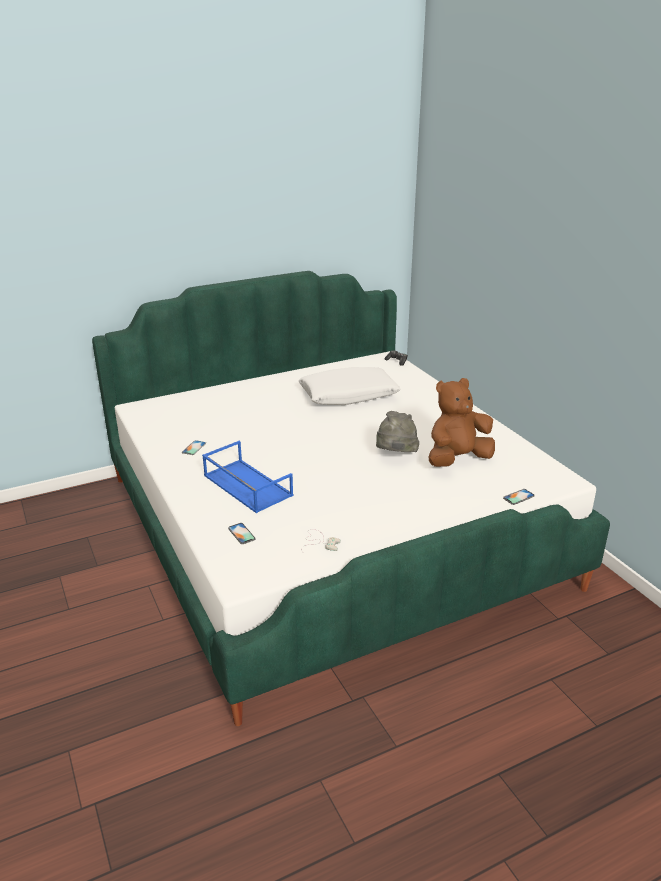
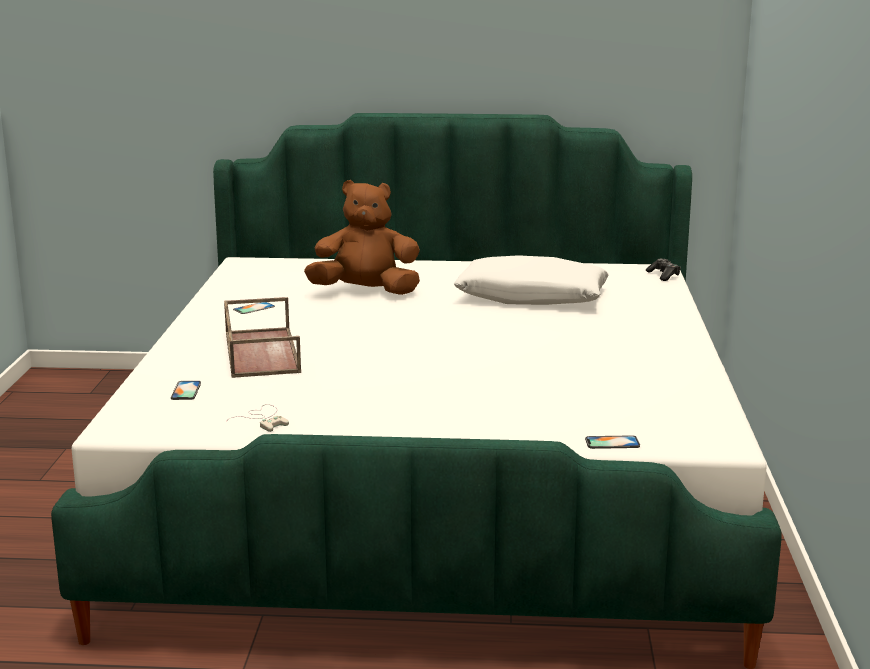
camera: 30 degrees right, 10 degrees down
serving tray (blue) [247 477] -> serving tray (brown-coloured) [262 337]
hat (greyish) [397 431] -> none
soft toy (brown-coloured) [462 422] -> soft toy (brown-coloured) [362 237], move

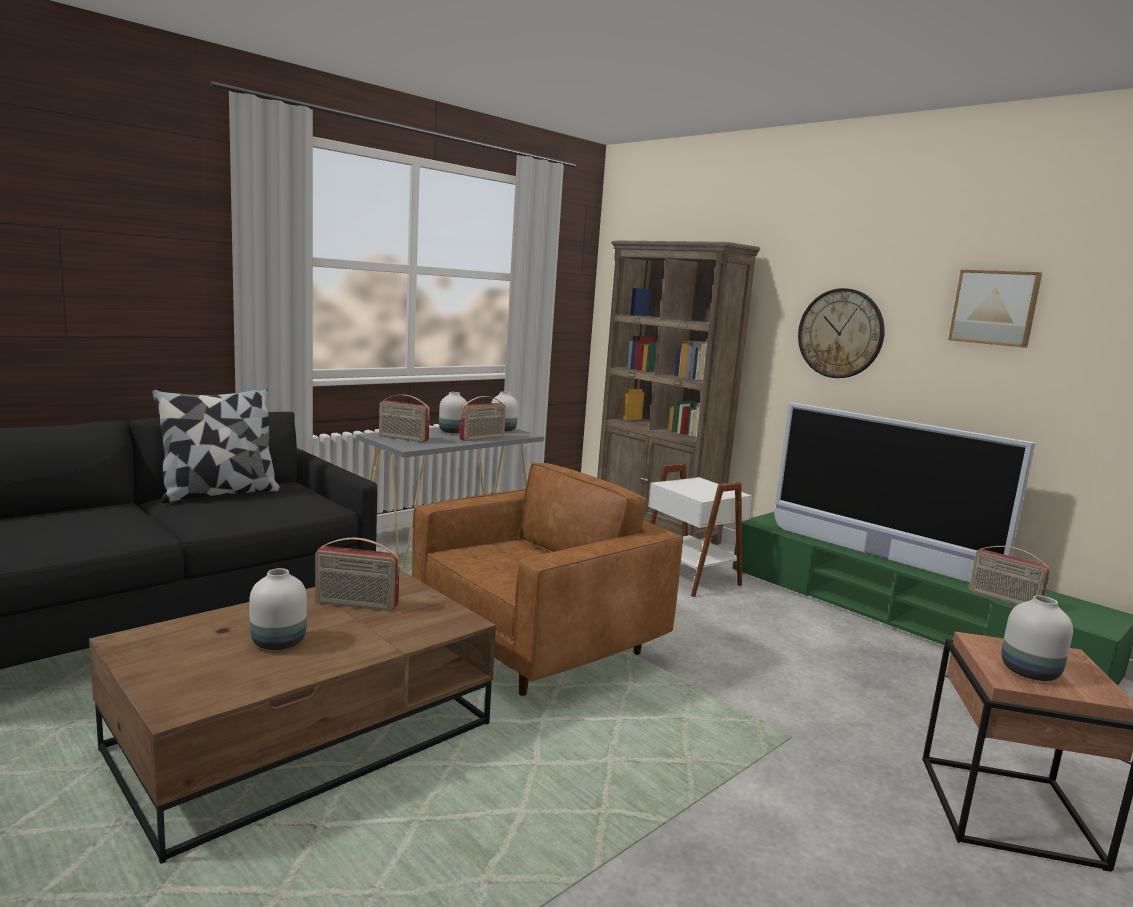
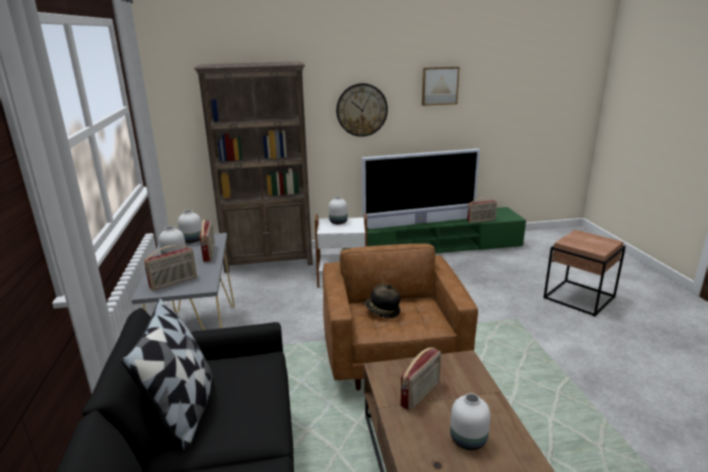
camera: 55 degrees left, 10 degrees up
vase (white-coloured) [1037 638] -> vase (white-coloured) [338 210], move
none -> hat [382 301]

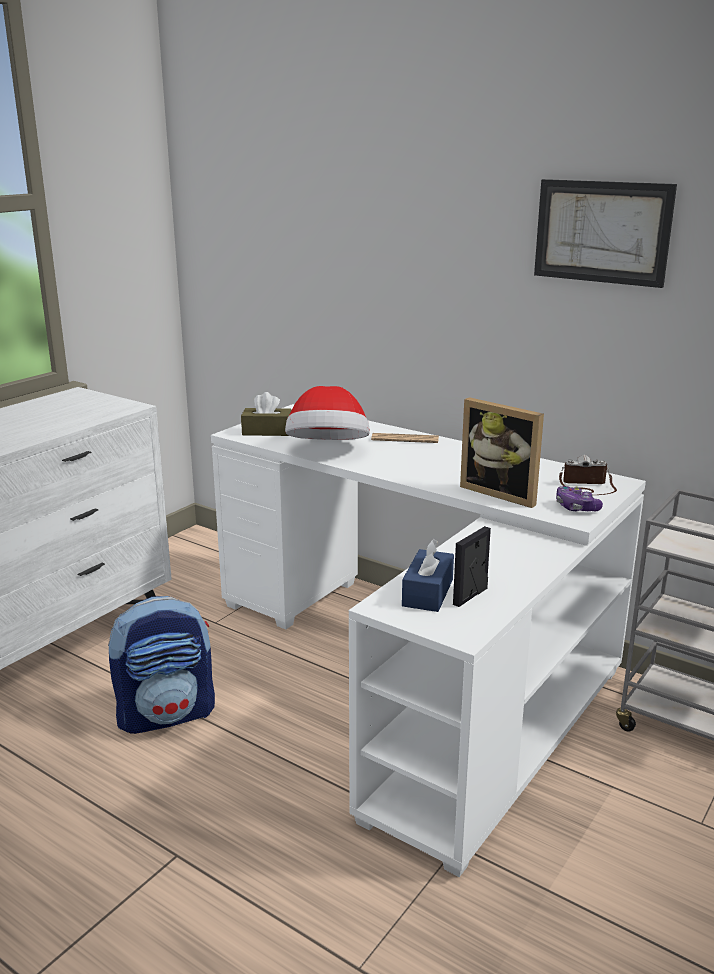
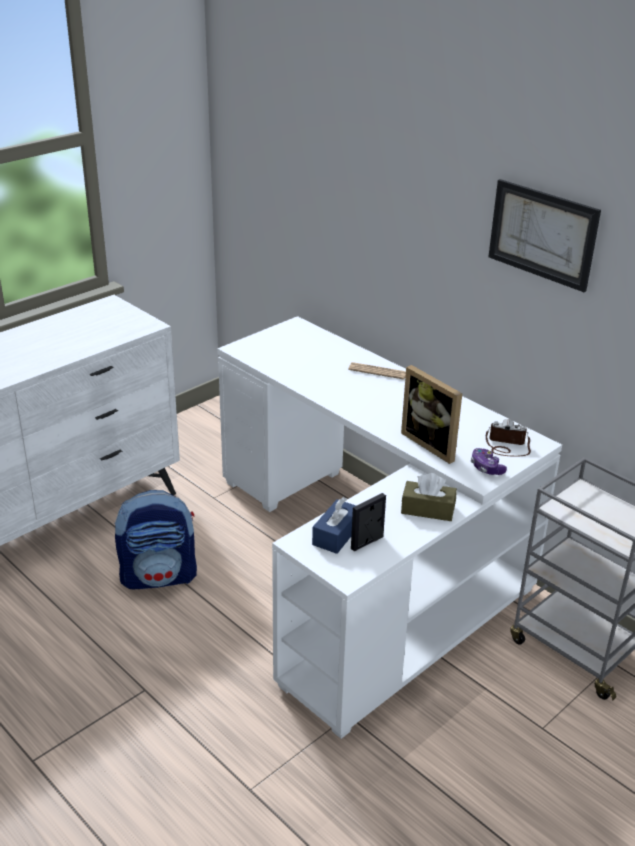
camera: 10 degrees right, 10 degrees up
tissue holder (brown-coloured) [266 414] -> tissue holder (brown-coloured) [429 497], move
hat [327 413] -> none

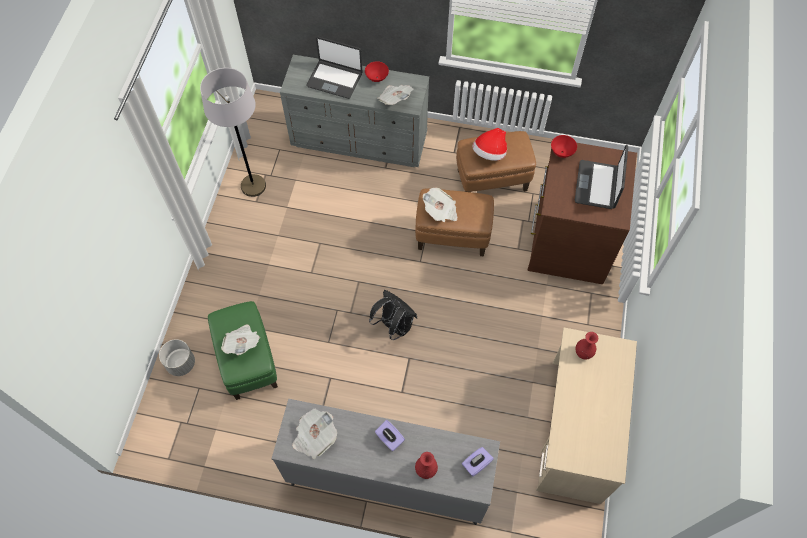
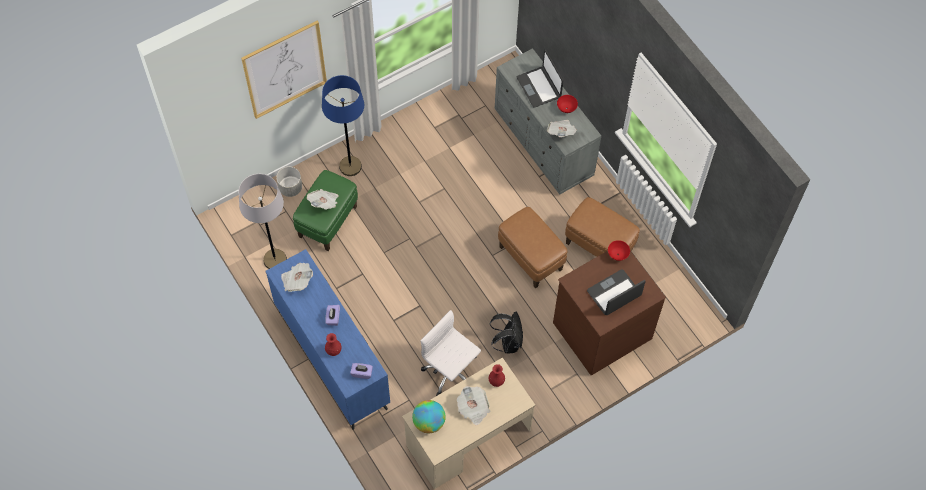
camera: 45 degrees right, 0 degrees up
floor lamp (greyish) [233 132] -> floor lamp (greyish) [263 221], move
dresser (greyish) [385 462] -> dresser (blue) [328 339]
backpack (black) [393 315] -> backpack (black) [506 332], move
daily paper [440 205] -> daily paper [473 405], move
hat [490 144] -> none
none -> picture [284 70]
none -> floor lamp (blue) [343 125]
none -> world globe [429 416]
none -> computer chair (white-coloured) [451 353]

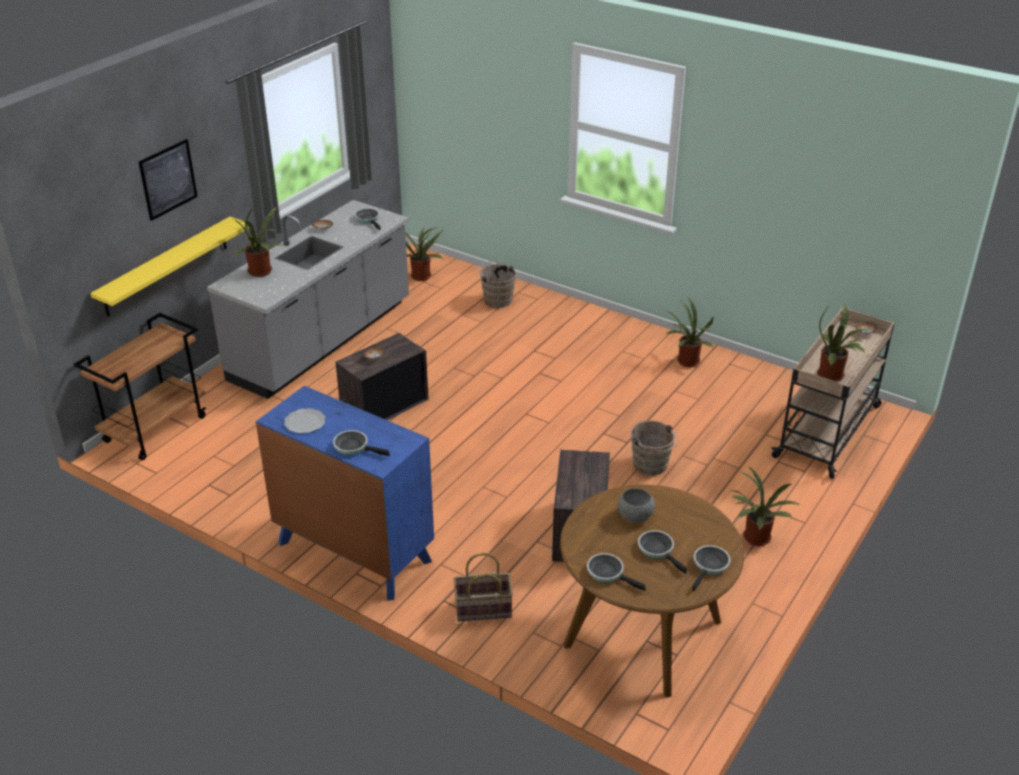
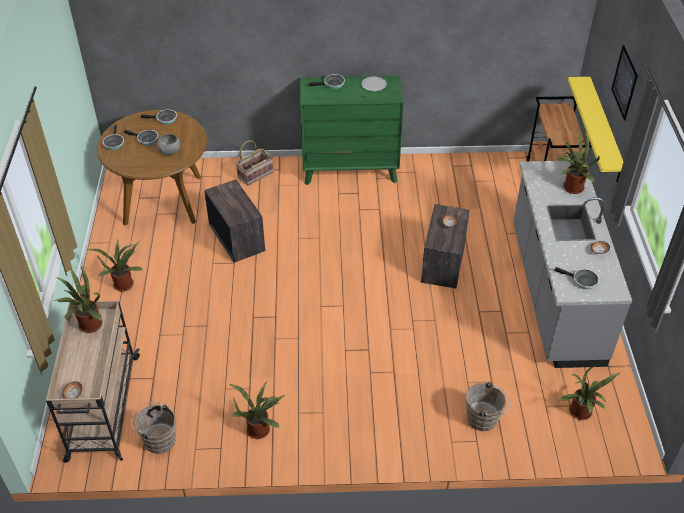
camera: 145 degrees right, 10 degrees up
dresser (blue) [345 493] -> dresser (green) [351 130]
bucket (brown-coloured) [654 448] -> bucket (brown-coloured) [153 428], move

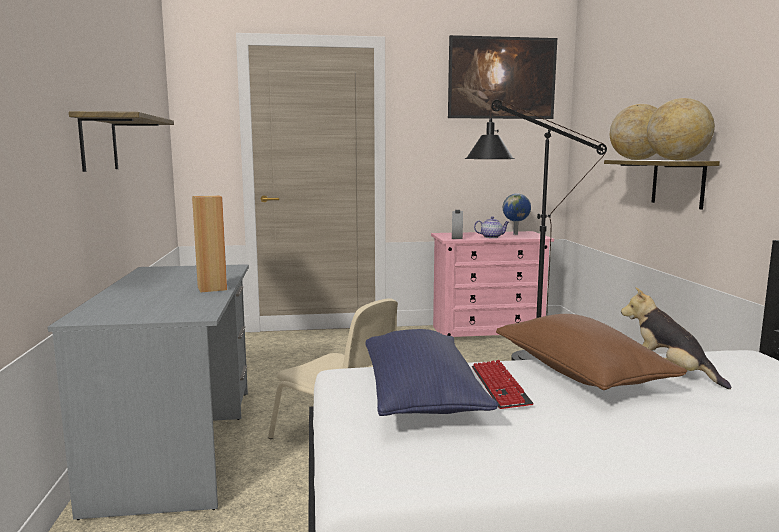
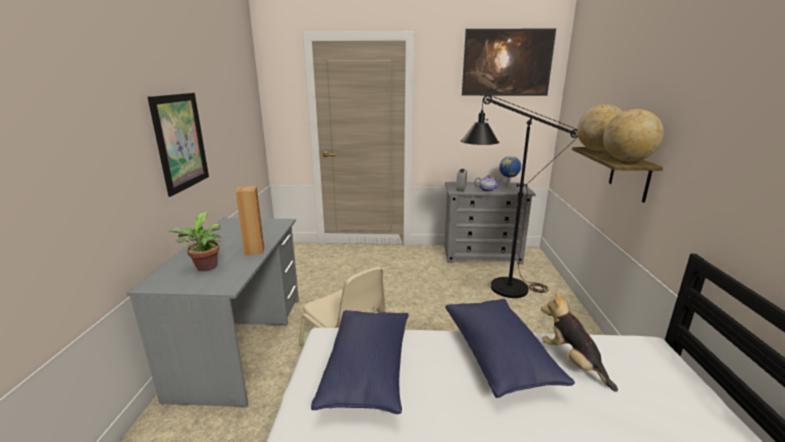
camera: 10 degrees right, 10 degrees up
bracket shelf [121 141] -> picture [178 145]
dresser (pink) [492 284] -> dresser (greyish) [490 223]
computer keyboard [503 384] -> none
pillow (brown-coloured) [591 352] -> pillow (blue) [510 348]
none -> houseplant [194 241]

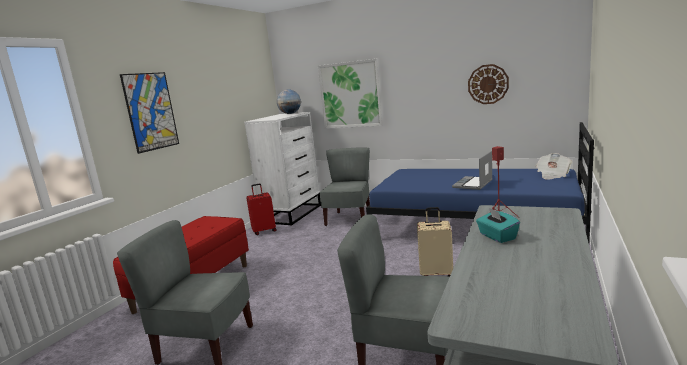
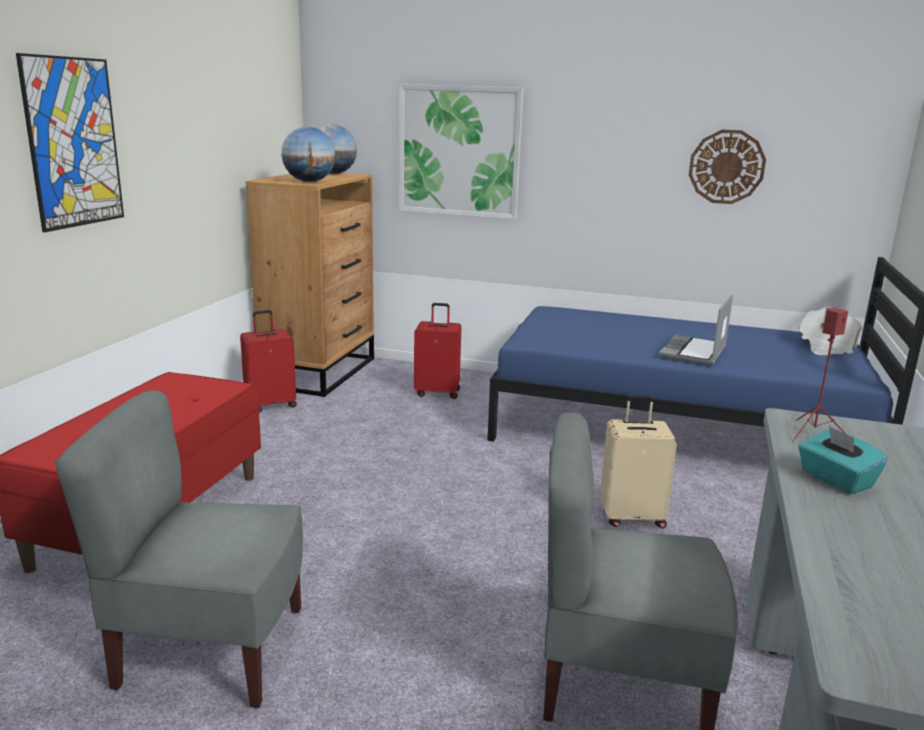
camera: 10 degrees left, 5 degrees up
dresser (white-coloured) [282 169] -> dresser (brown-coloured) [310 285]
chair (greyish) [345 186] -> suitcase (red) [437 351]
none -> world globe [308 154]

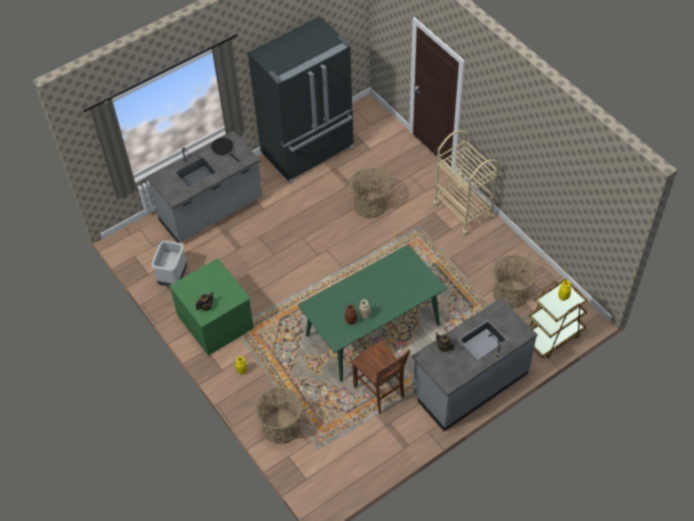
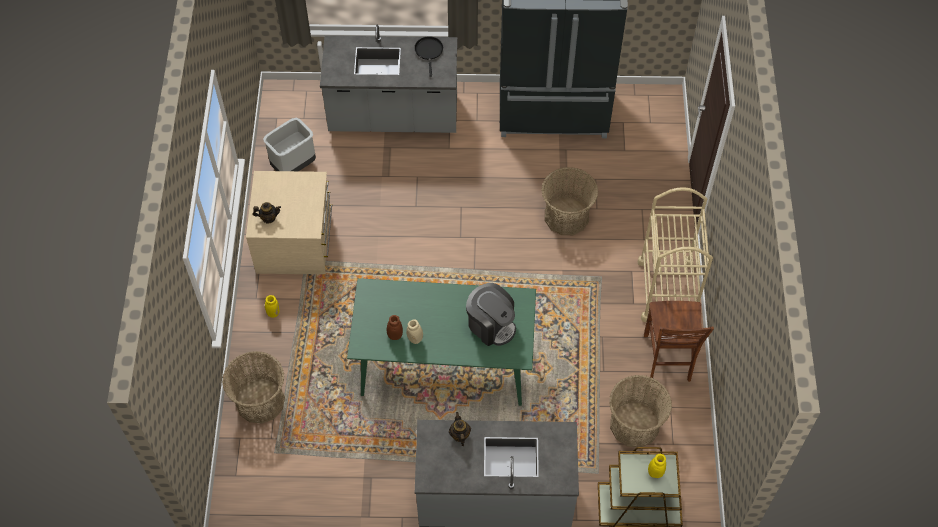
camera: 35 degrees right, 5 degrees up
dresser (green) [211 307] -> dresser (sand-coloured) [289 222]
chair (brown-coloured) [381 377] -> chair (brown-coloured) [679 341], move
none -> coffee maker [491 314]

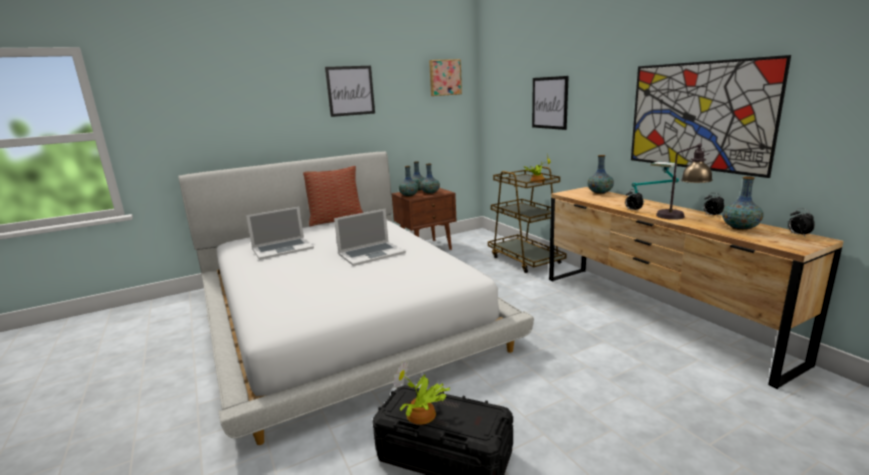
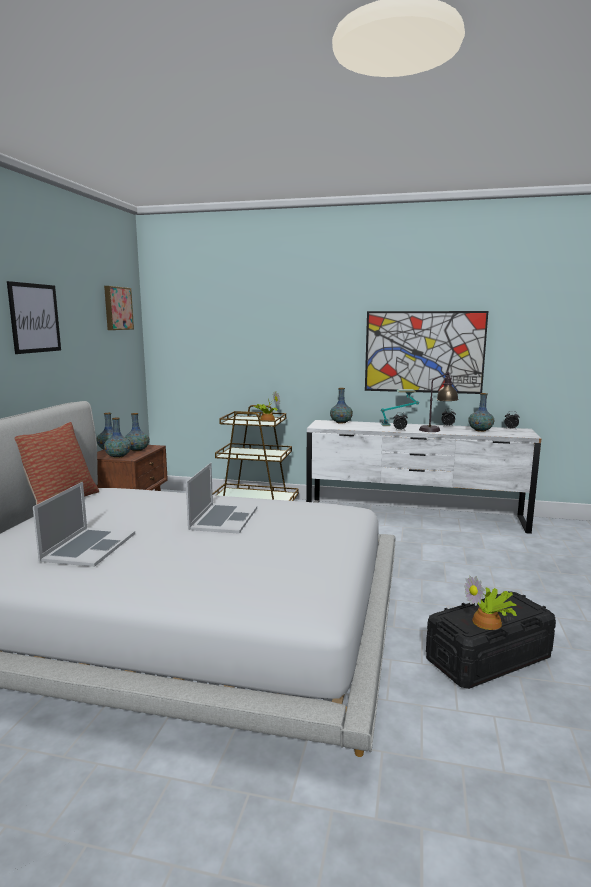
camera: 50 degrees left, 5 degrees down
picture [550 103] -> none
dresser (brown-coloured) [696 288] -> dresser (white-coloured) [423 477]

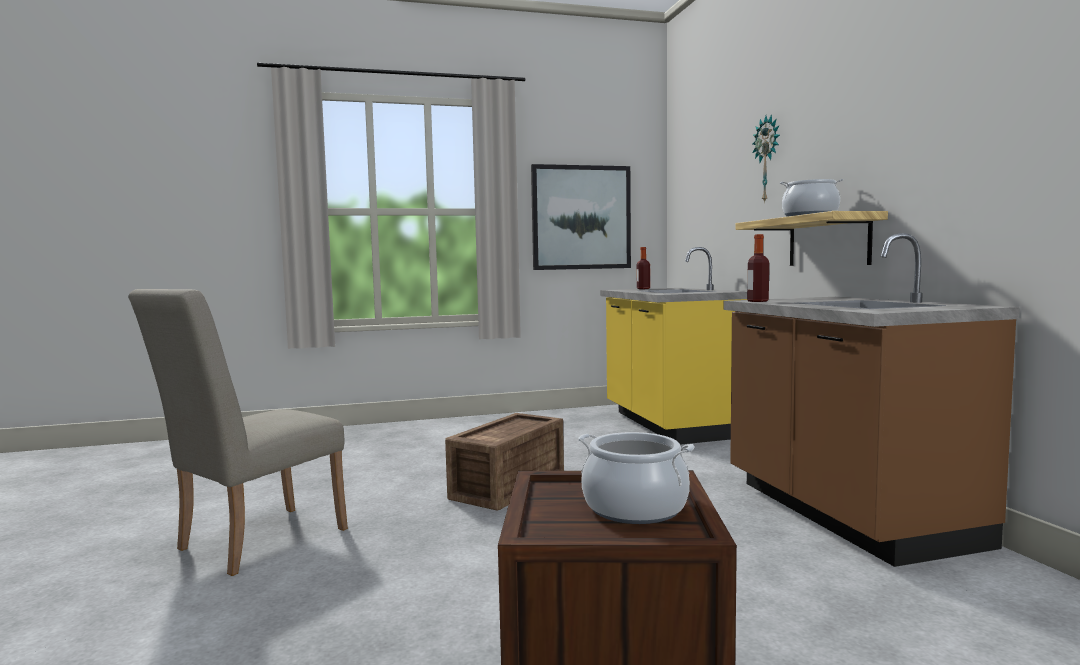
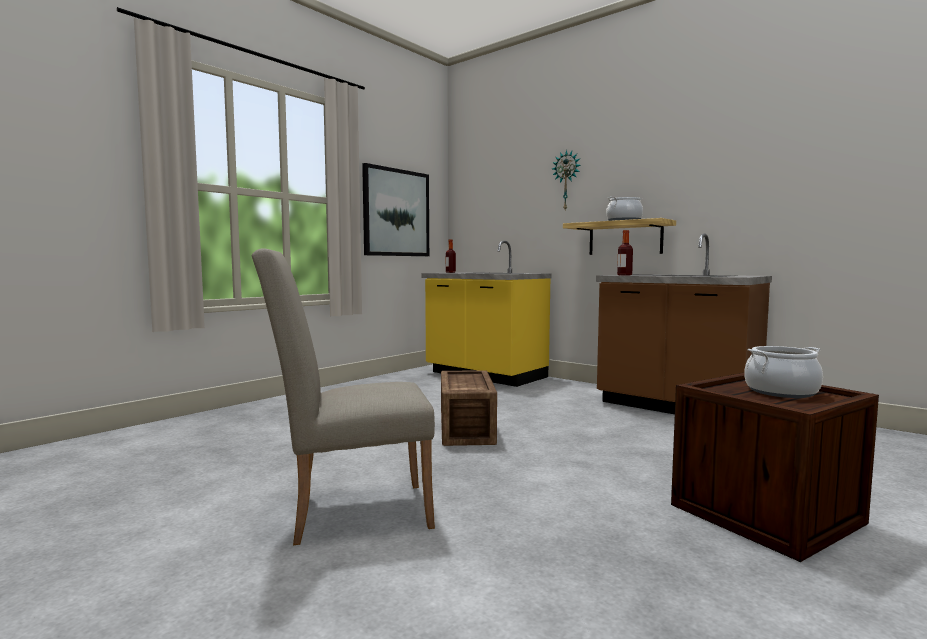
camera: 35 degrees left, 0 degrees up
chair (sand-coloured) [238 432] -> chair (sand-coloured) [343 396], 75 degrees clockwise

